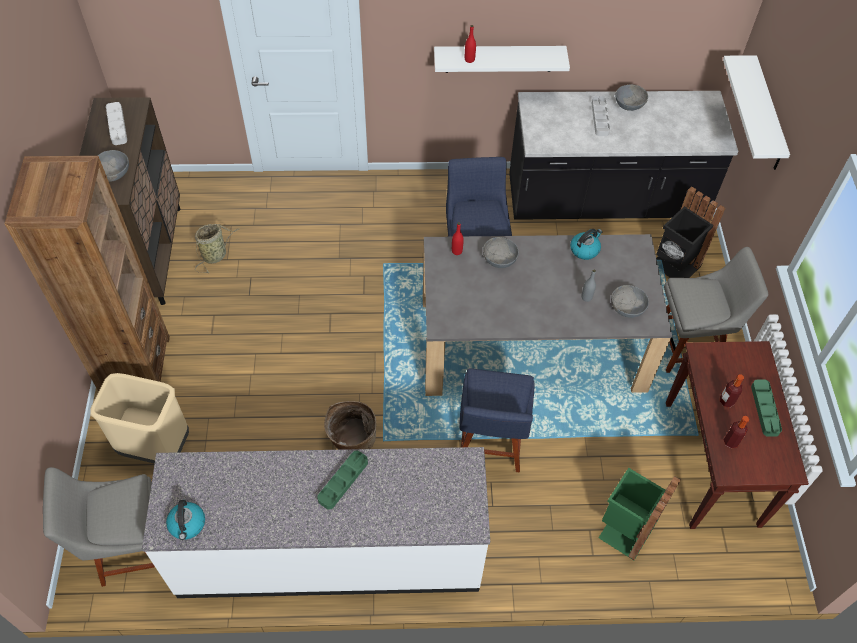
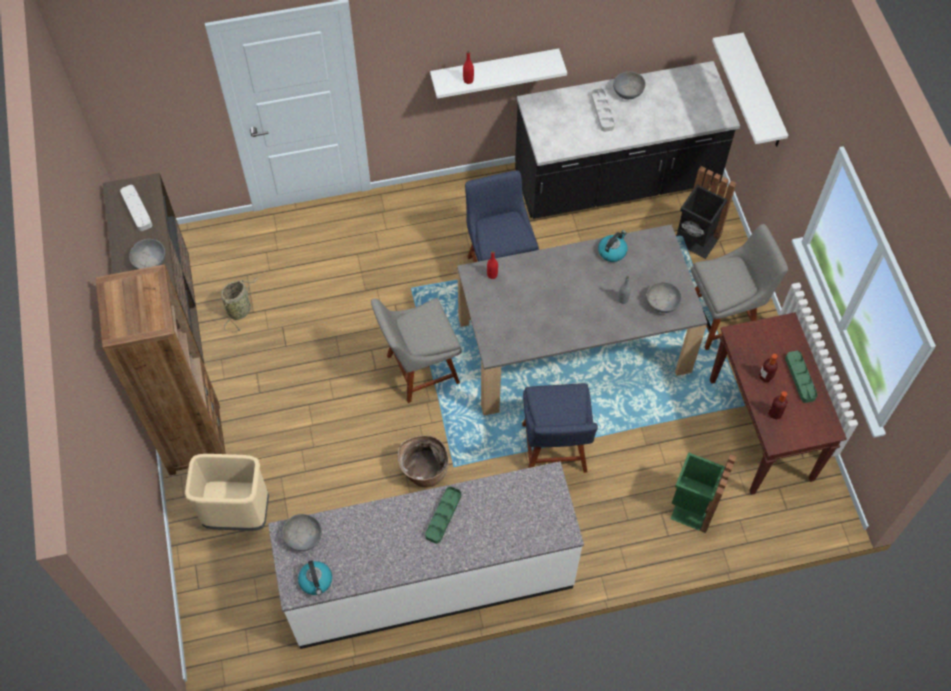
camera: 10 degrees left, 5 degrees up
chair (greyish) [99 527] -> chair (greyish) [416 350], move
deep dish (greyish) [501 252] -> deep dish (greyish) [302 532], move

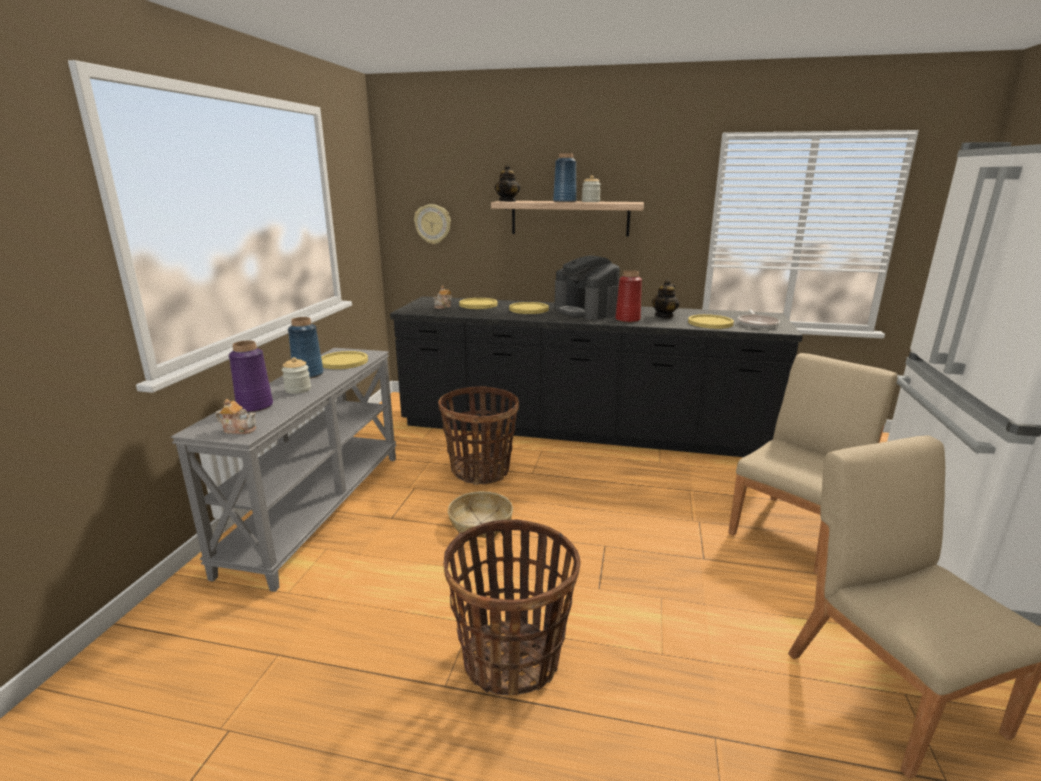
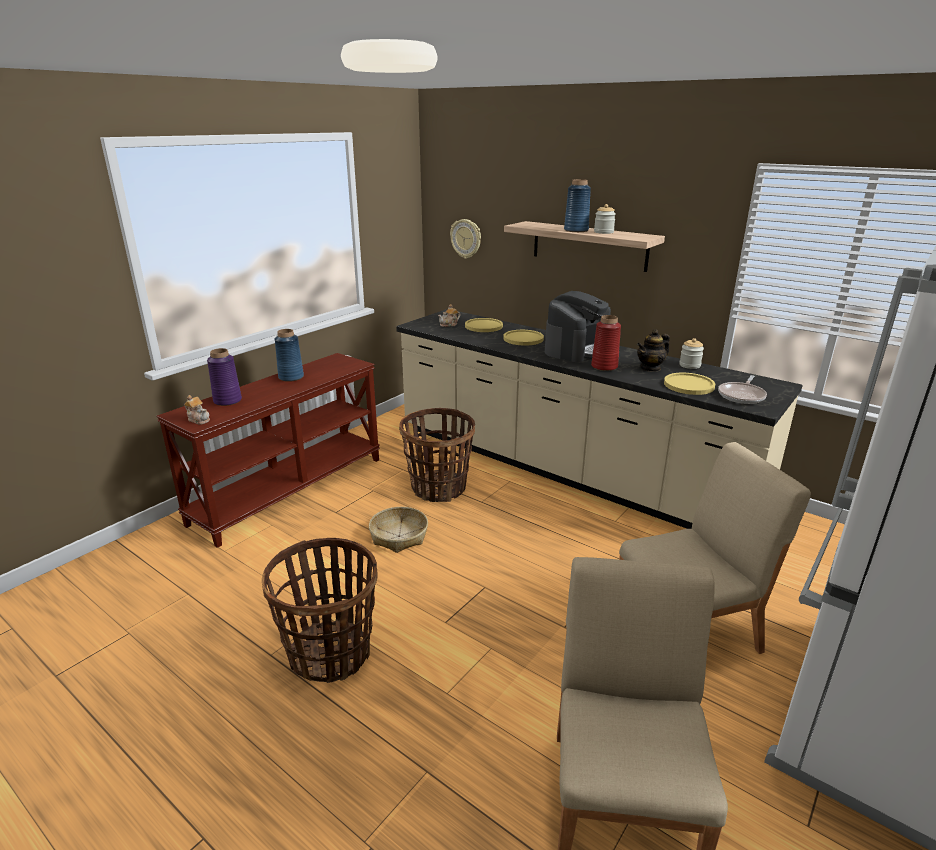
camera: 25 degrees right, 5 degrees up
console table (greyish) [284 470] -> console table (brown-coloured) [268 450]
jar [296 375] -> jar [691 353], move
dinner plate (yellow) [344 360] -> none
counter (black) [596 376] -> counter (sand-coloured) [599 419]
pot for tea [507 183] -> none
coffee maker [587 288] -> coffee maker [578 326], 135 degrees counterclockwise

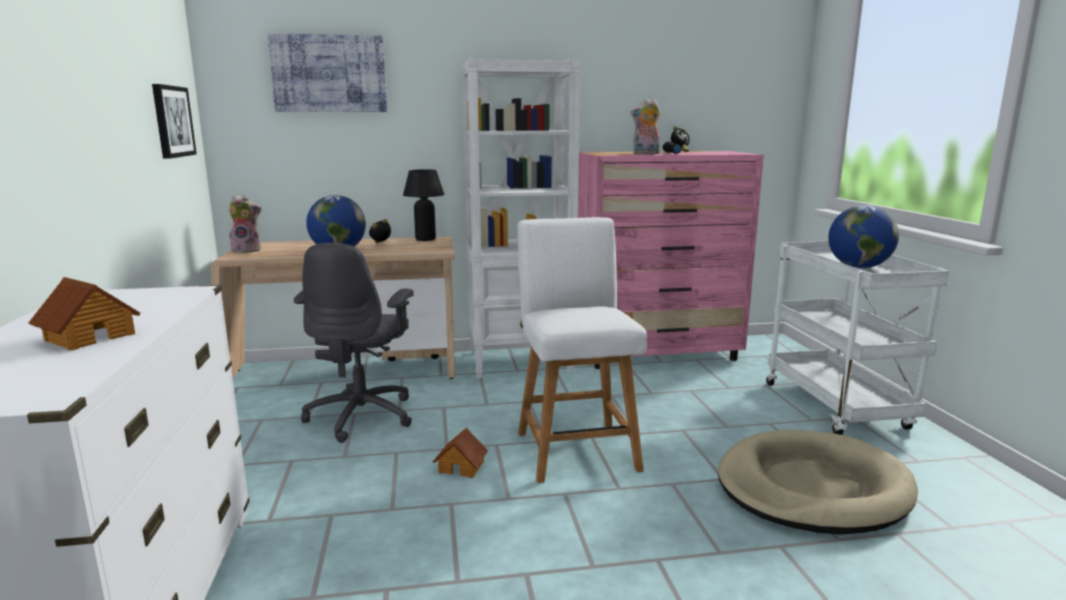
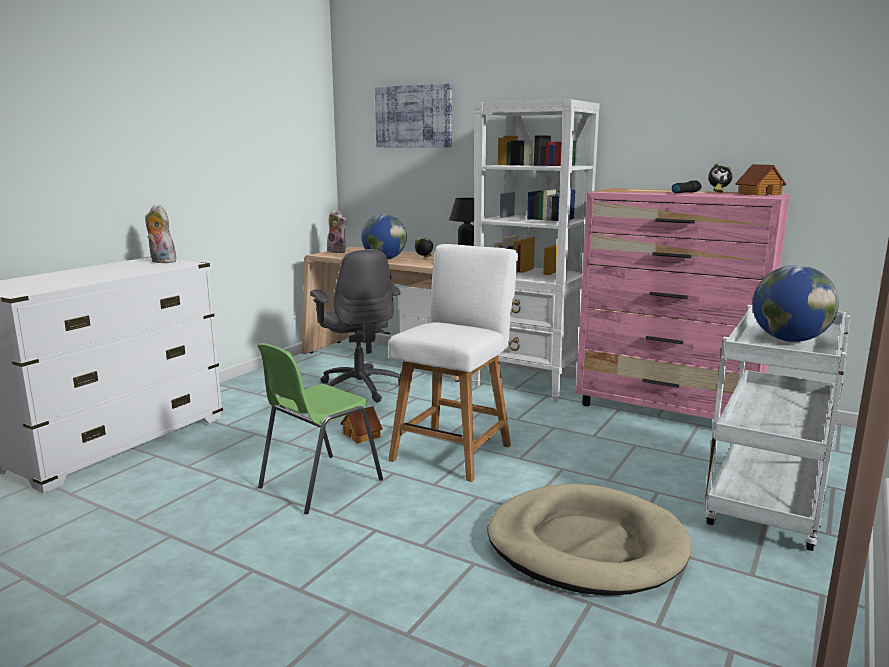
camera: 40 degrees right, 0 degrees up
model house [85 313] -> model house [761 179], move
picture [174 121] -> none
computer chair (greyish) [354 343] -> computer chair (greyish) [355 326], 75 degrees counterclockwise
soft toy [645 126] -> soft toy [161 234], move
none -> chair (green) [320 428]

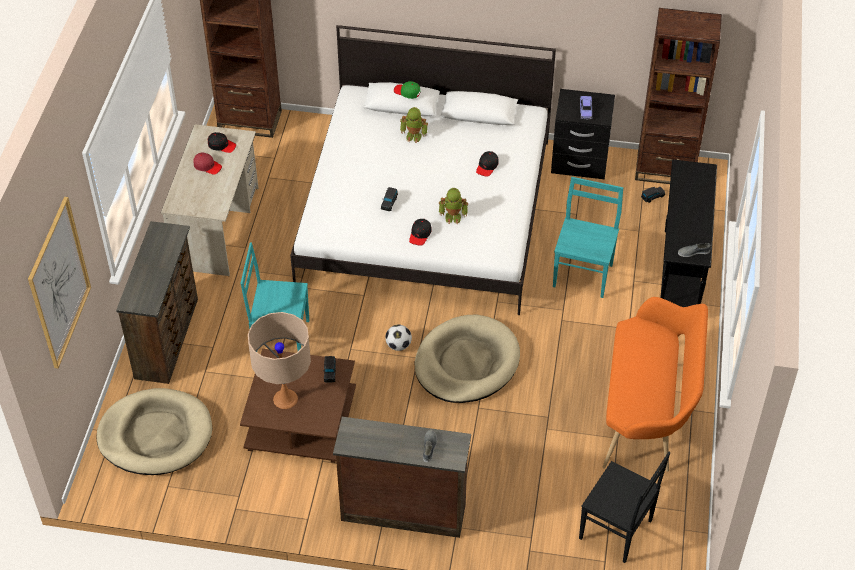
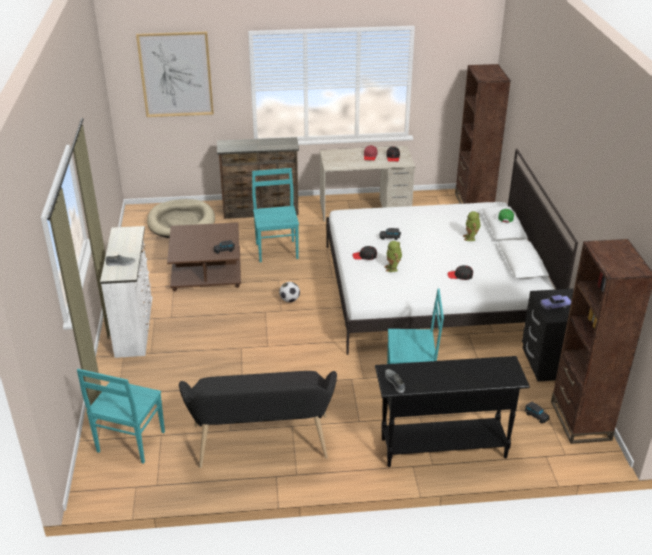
camera: 75 degrees right, 15 degrees down
tabletop lamp (sand-coloured) [279 360] -> none
dresser (brown-coloured) [402 477] -> dresser (white-coloured) [126 292]
pet bed (sand-coloured) [467 359] -> none
chair (black) [624 507] -> chair (blue-green) [121 416]
bench (orangey) [655 384] -> bench (black) [258 419]

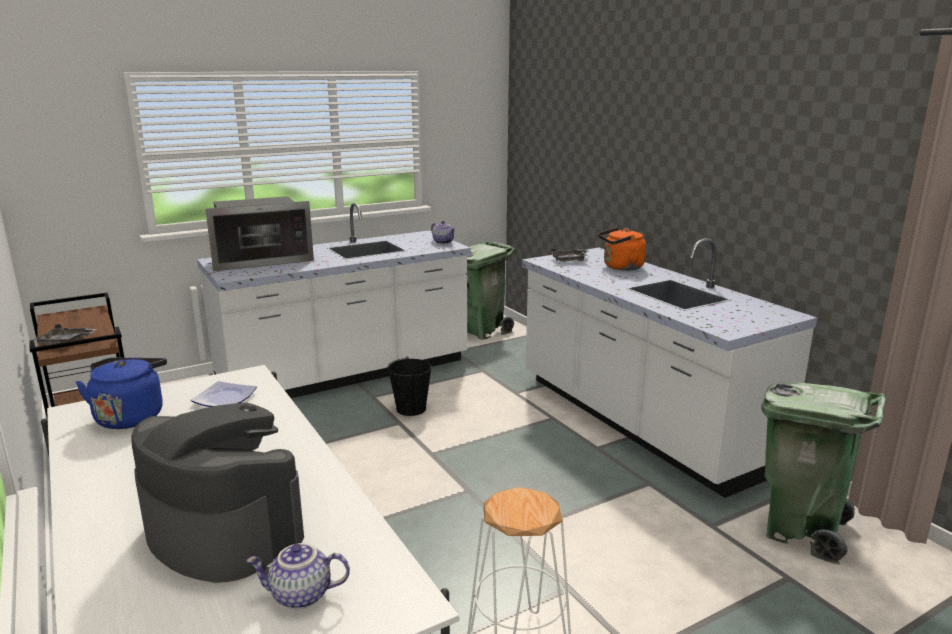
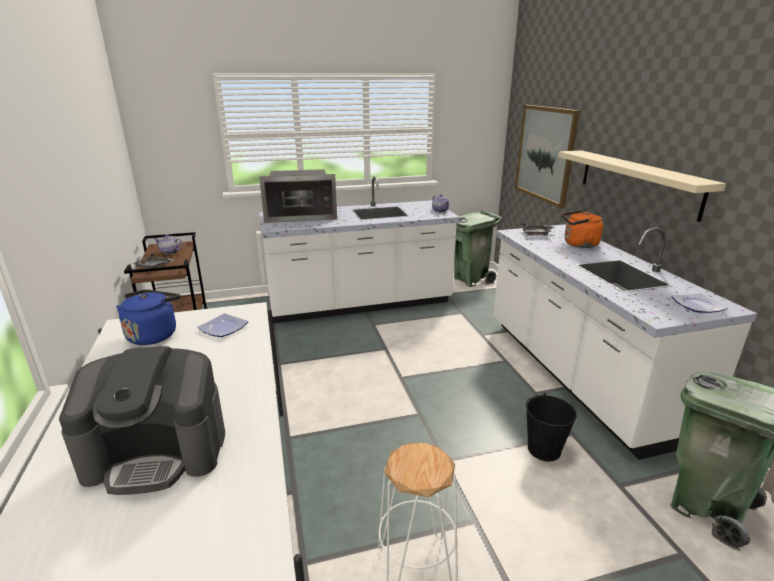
camera: 15 degrees right, 5 degrees up
coffee maker [218 492] -> coffee maker [142 420], 120 degrees clockwise
pot for tea [298 576] -> pot for tea [168 244], move
bucket (black) [409 386] -> bucket (black) [551 427], move
none -> picture [547 157]
none -> bracket shelf (sand-coloured) [642 186]
none -> dinner plate [699 303]

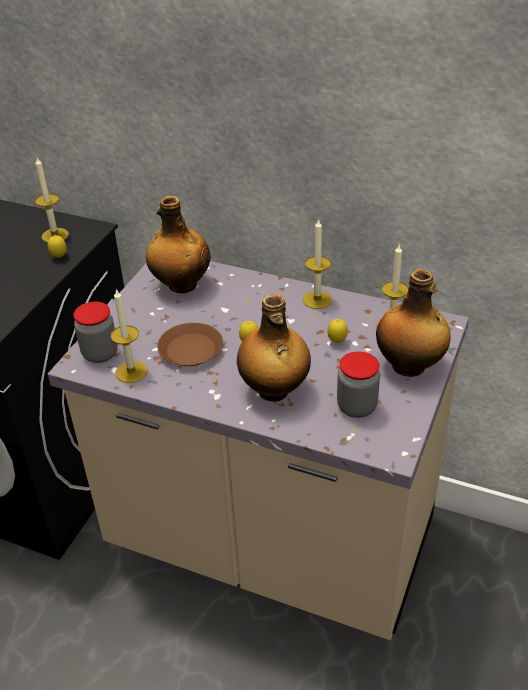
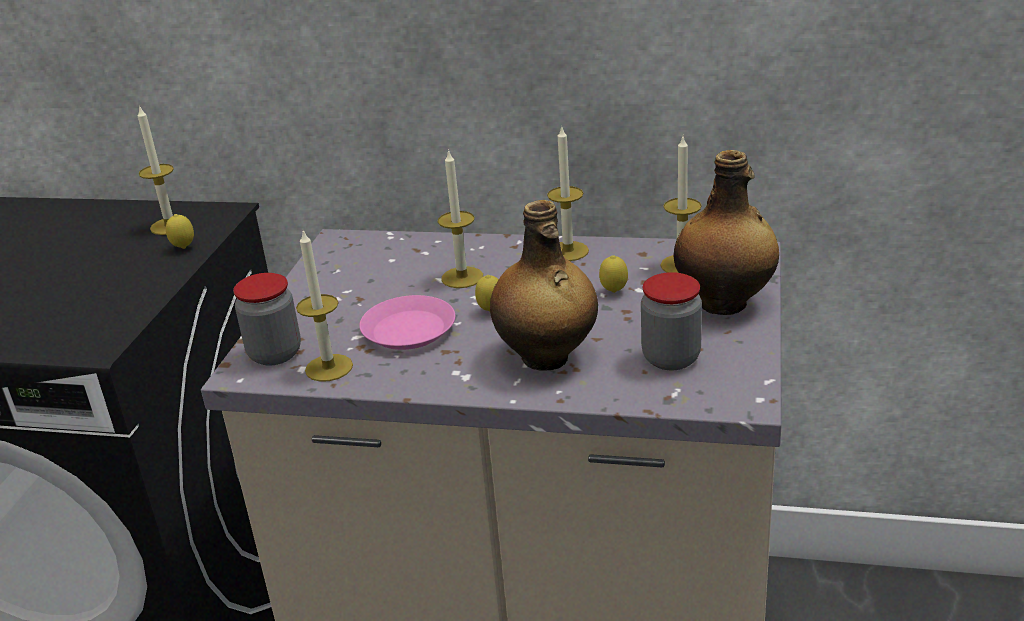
camera: 10 degrees left, 10 degrees down
drink bottle [178 244] -> none
dinner plate (brown-coloured) [190 344] -> dinner plate (pink) [407 322]
none -> wax light [460 218]

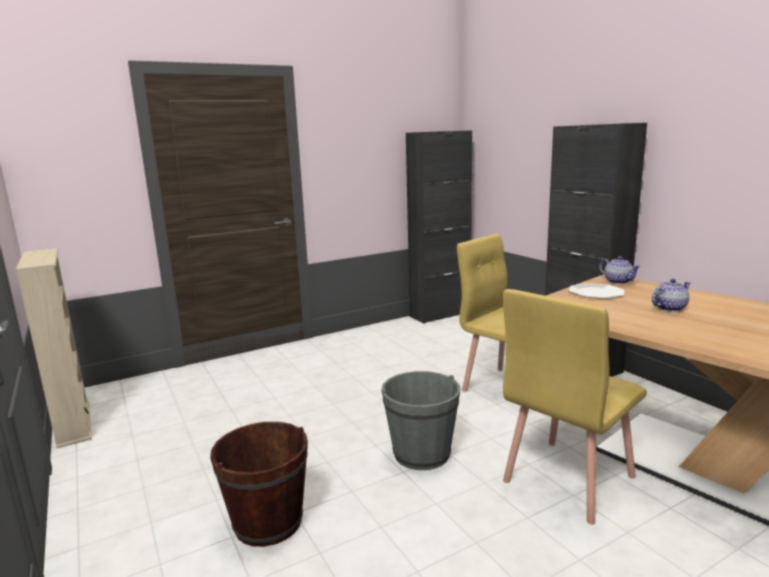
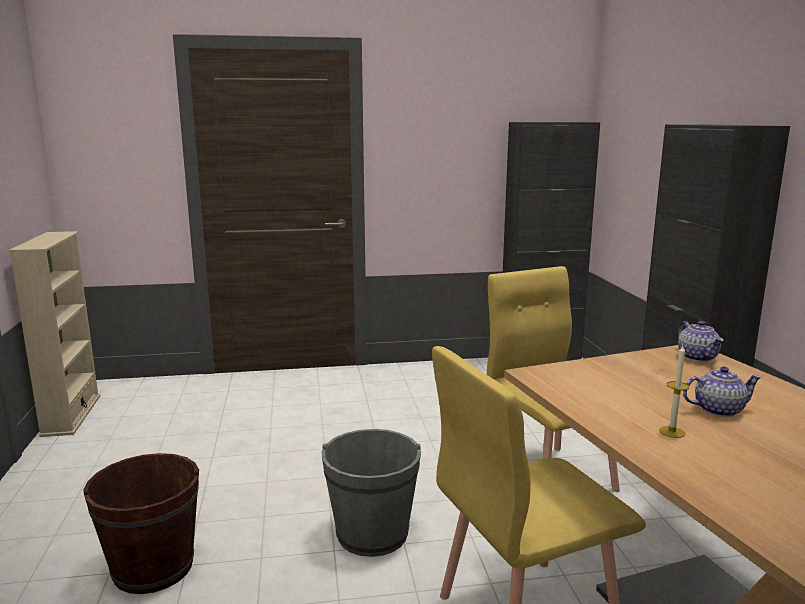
camera: 20 degrees right, 0 degrees up
dinner plate [596 291] -> none
none -> wax light [674 392]

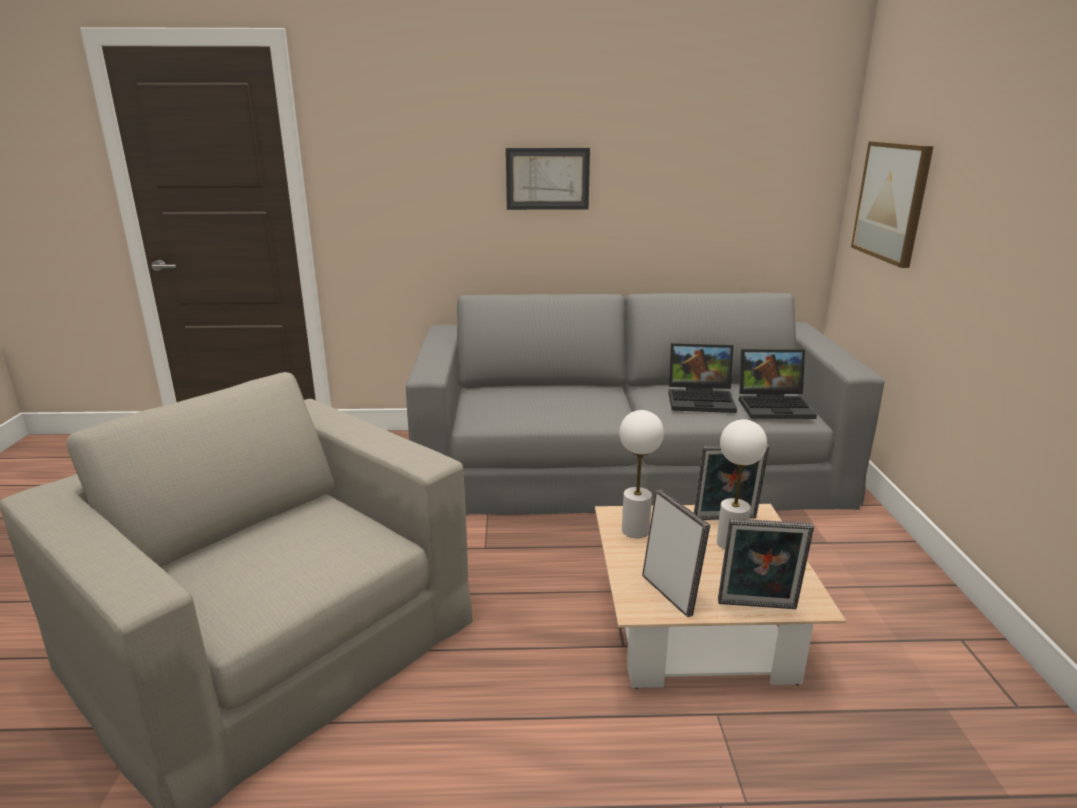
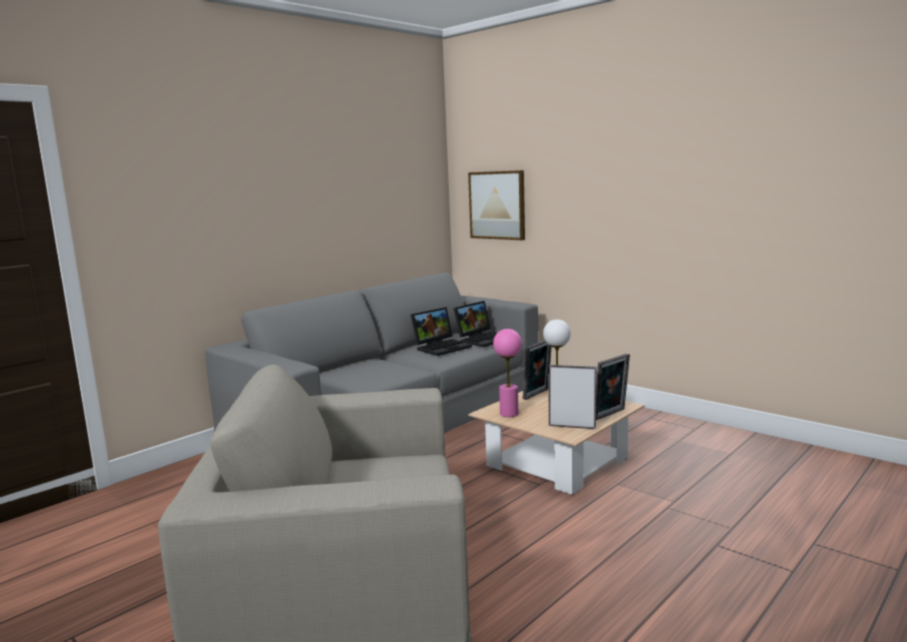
camera: 45 degrees left, 10 degrees down
picture [548 179] -> none
tabletop lamp (white-coloured) [641 474] -> tabletop lamp (pink) [507 373]

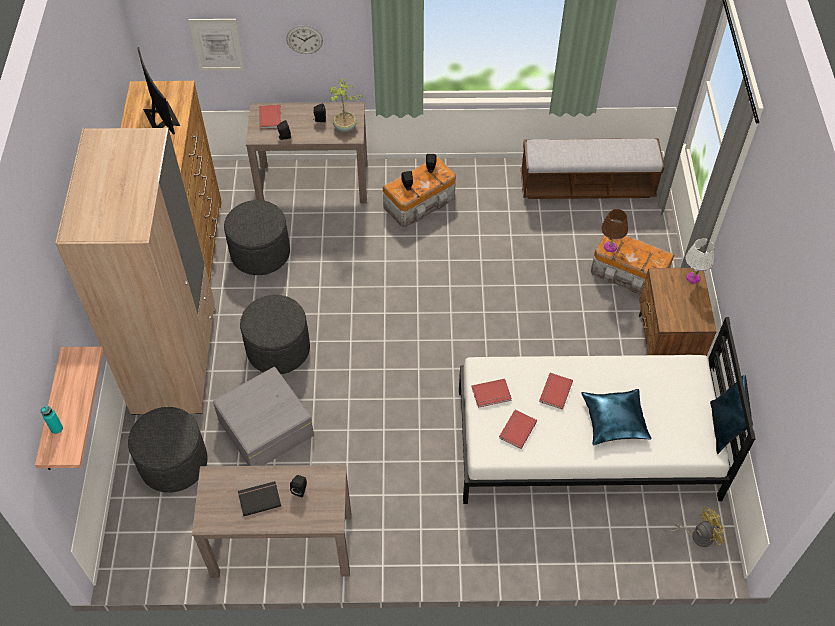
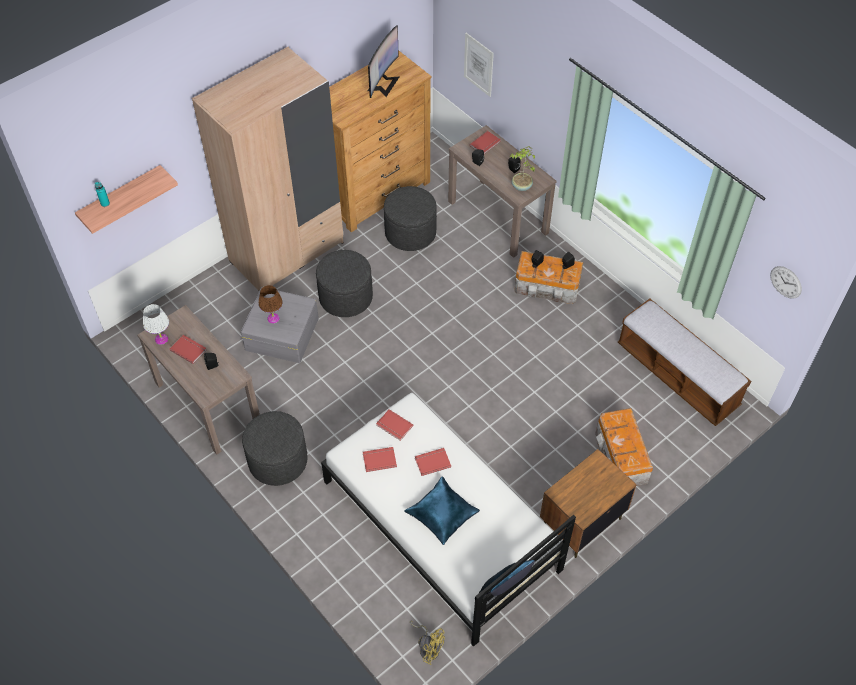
camera: 50 degrees right, 0 degrees up
footrest (greyish) [168 450] -> footrest (greyish) [275 448], move
bound book (black) [259 498] -> bound book (red) [188 349]
clock on the wall [304 39] -> clock on the wall [786 282], move
tabletop lamp (brown-coloured) [614 230] -> tabletop lamp (brown-coloured) [271 304], move
tabletop lamp (white-coloured) [700 261] -> tabletop lamp (white-coloured) [156 324], move

